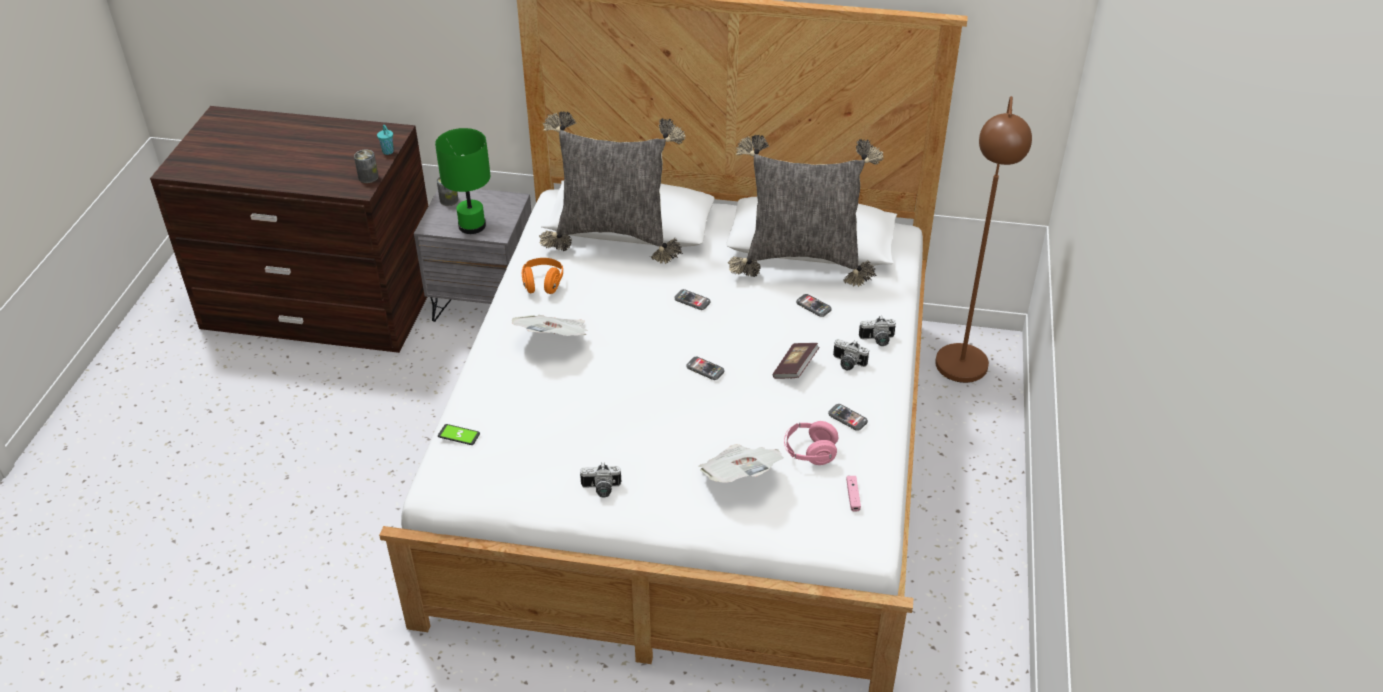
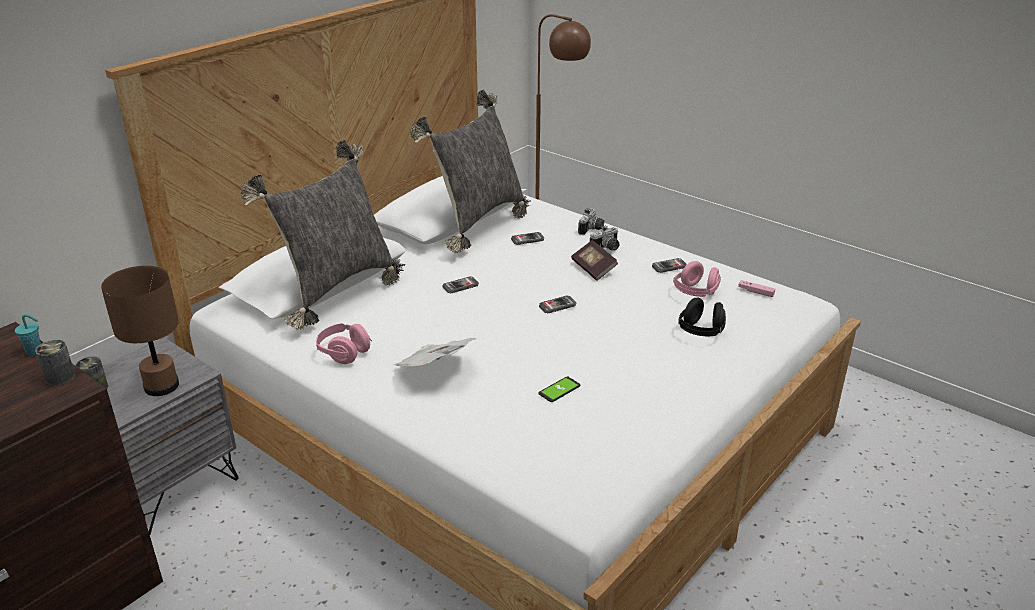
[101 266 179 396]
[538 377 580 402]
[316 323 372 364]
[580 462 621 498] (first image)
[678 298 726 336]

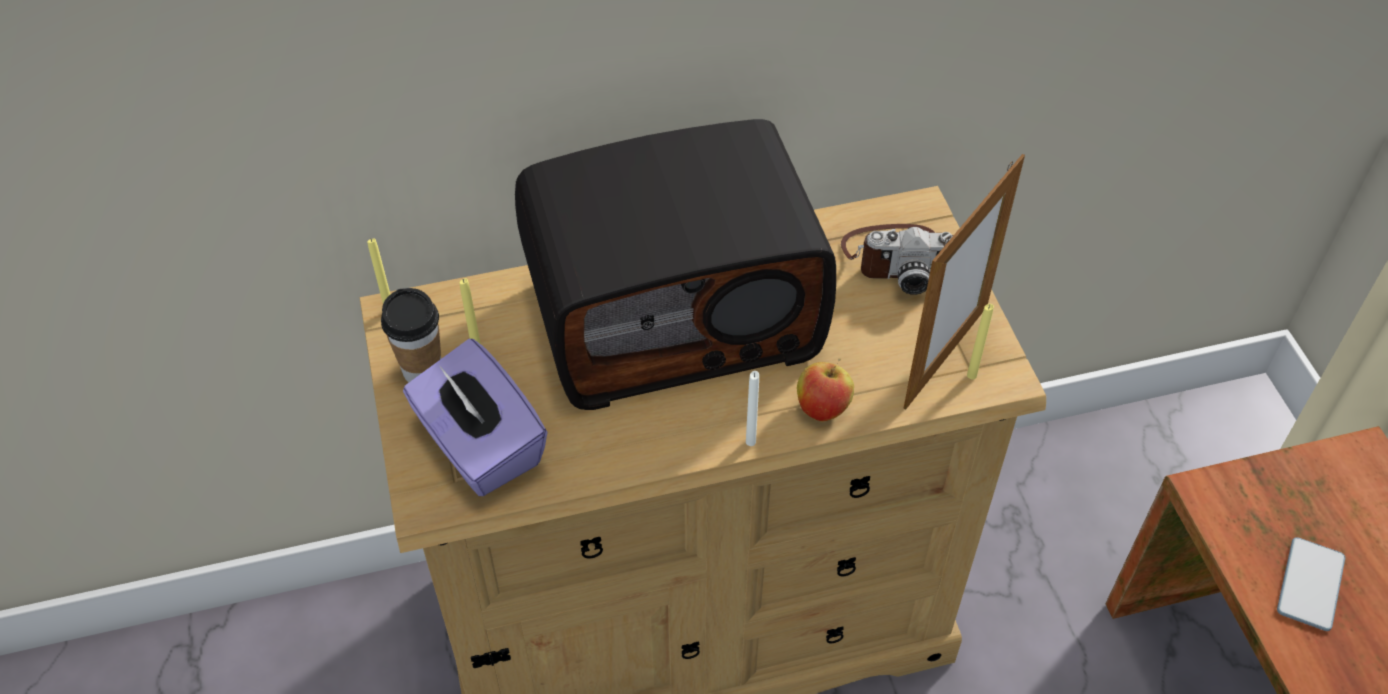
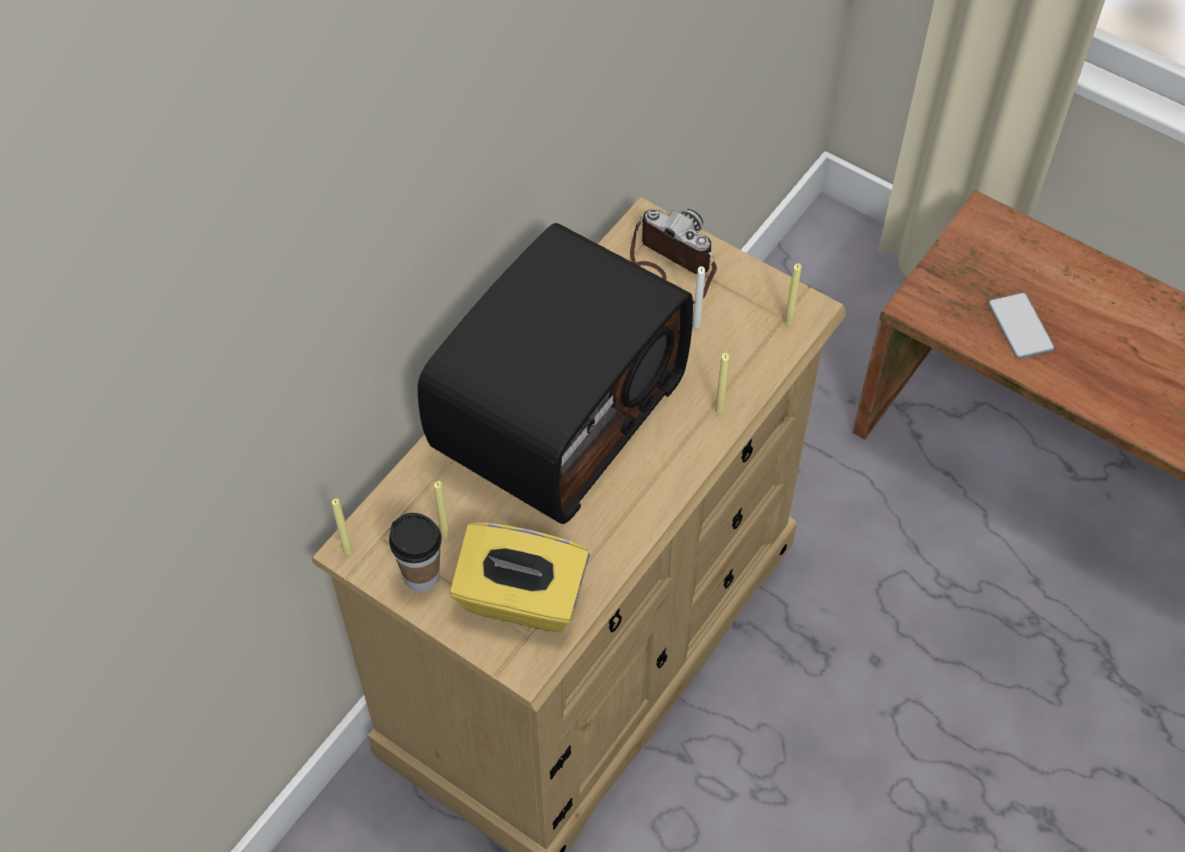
[450 523 590 632]
[693 266 705 329]
[715 353 729 413]
[630 209 717 304]
[903 154 1025 410] (first image)

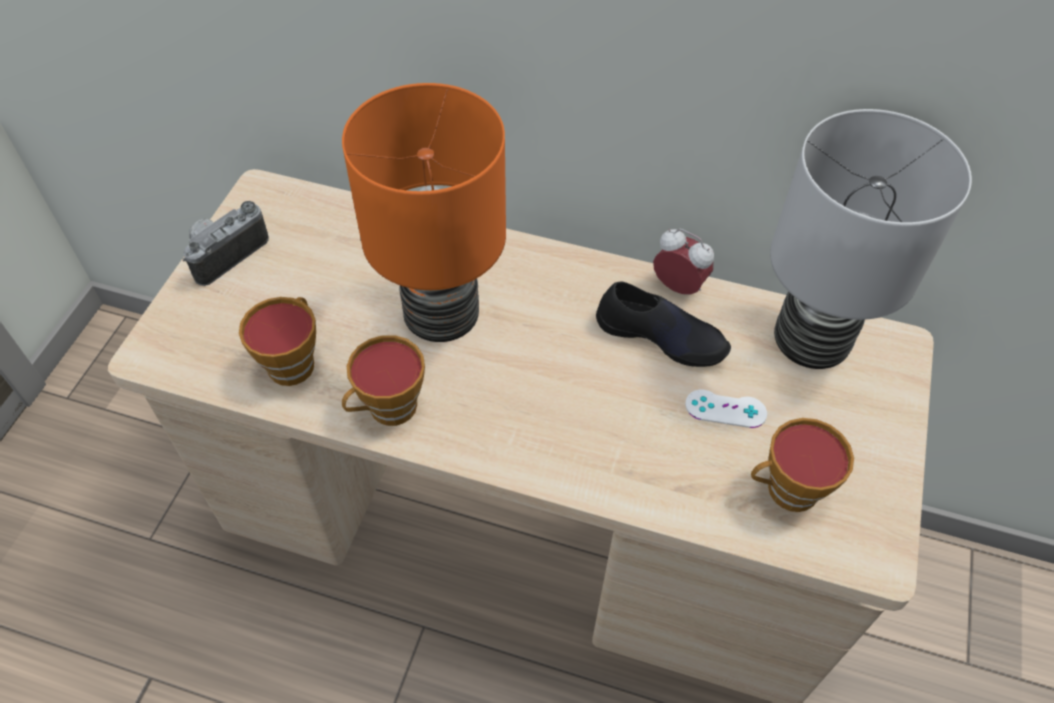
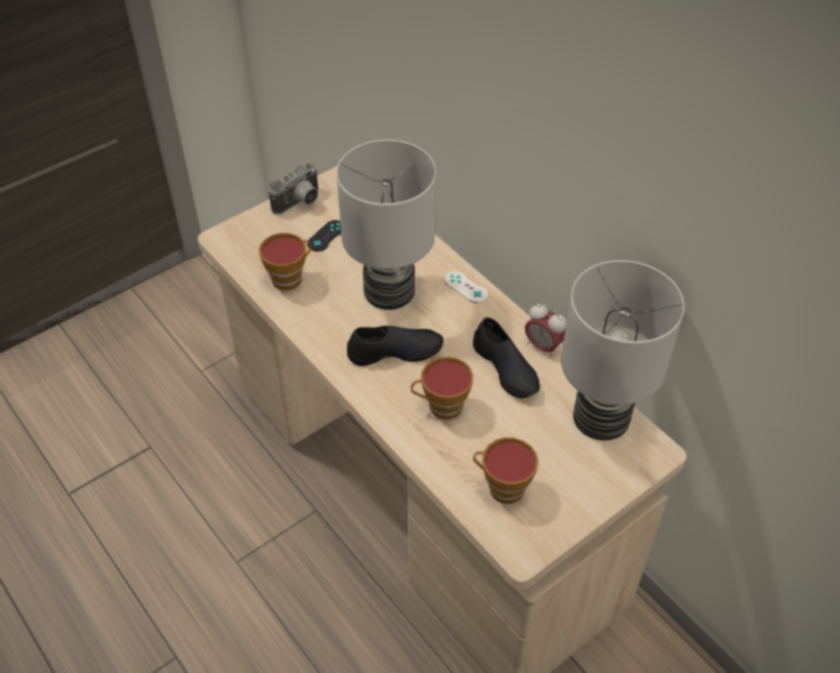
[268 163 319 214]
[336 140 436 310]
[411 357 473 420]
[525 304 567 358]
[445 271 488 303]
[307 220 341 251]
[347 326 443 366]

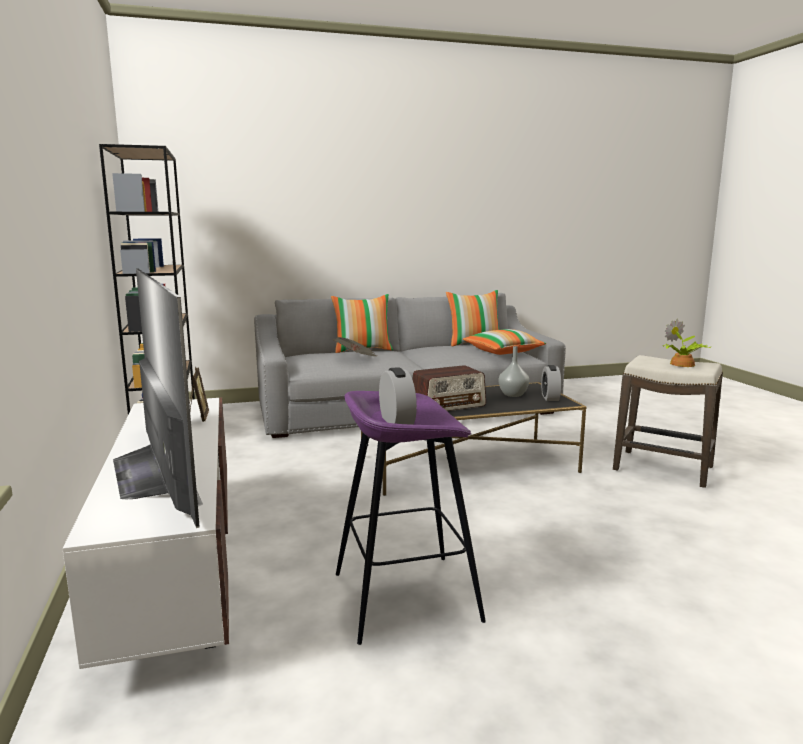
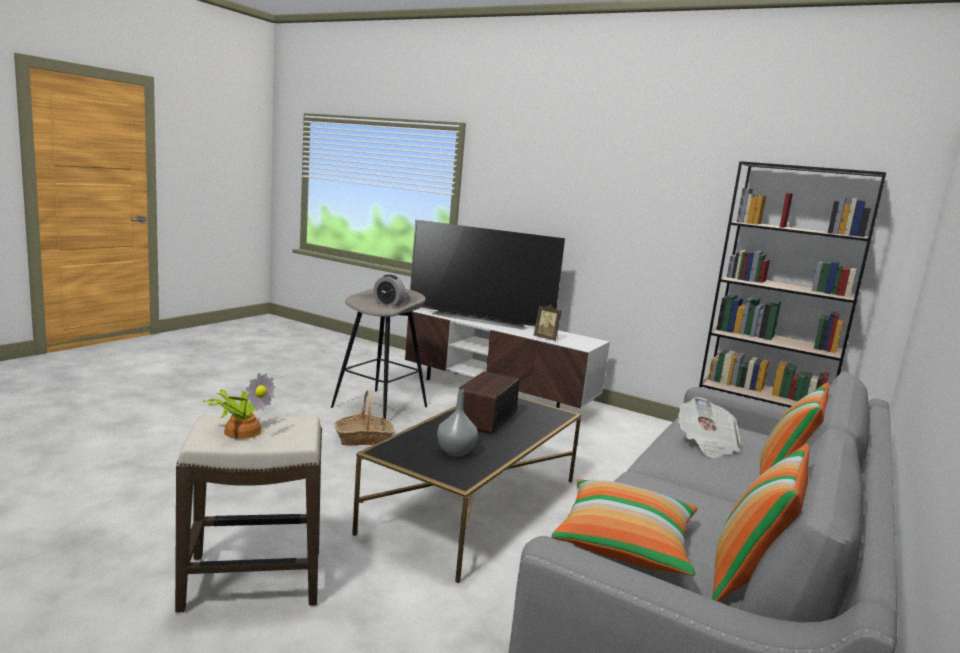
[331 288 427 419]
[541 365 561 401] (first image)
[334 390 395 446]

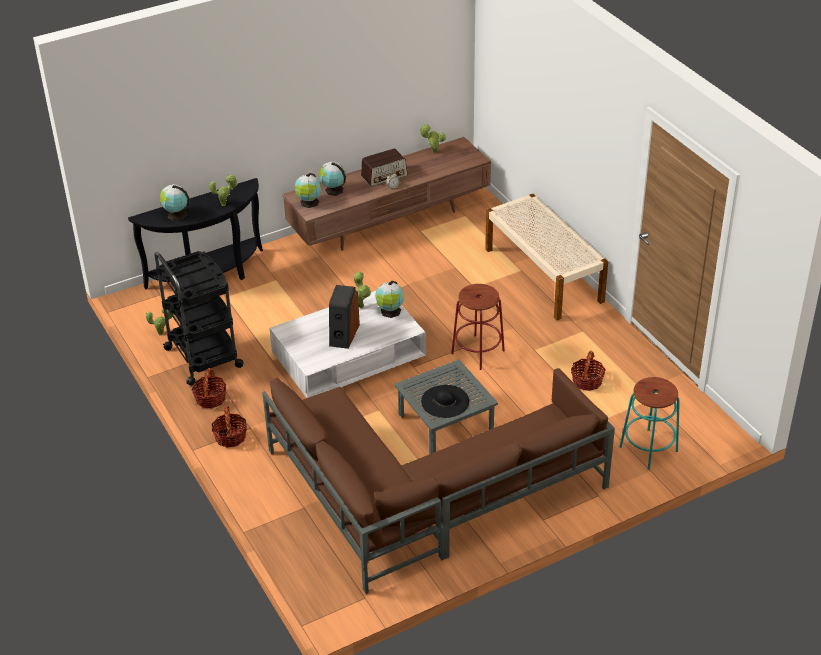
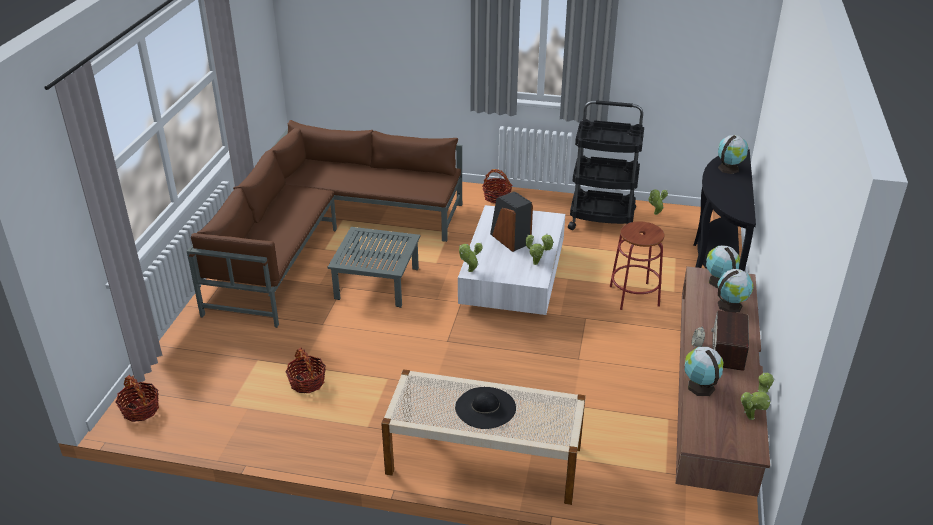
[116 375 159 422]
[459 243 483 272]
[684 347 723 396]
[455 387 516 429]
[610 222 665 310]
[620 377 680 470] (first image)

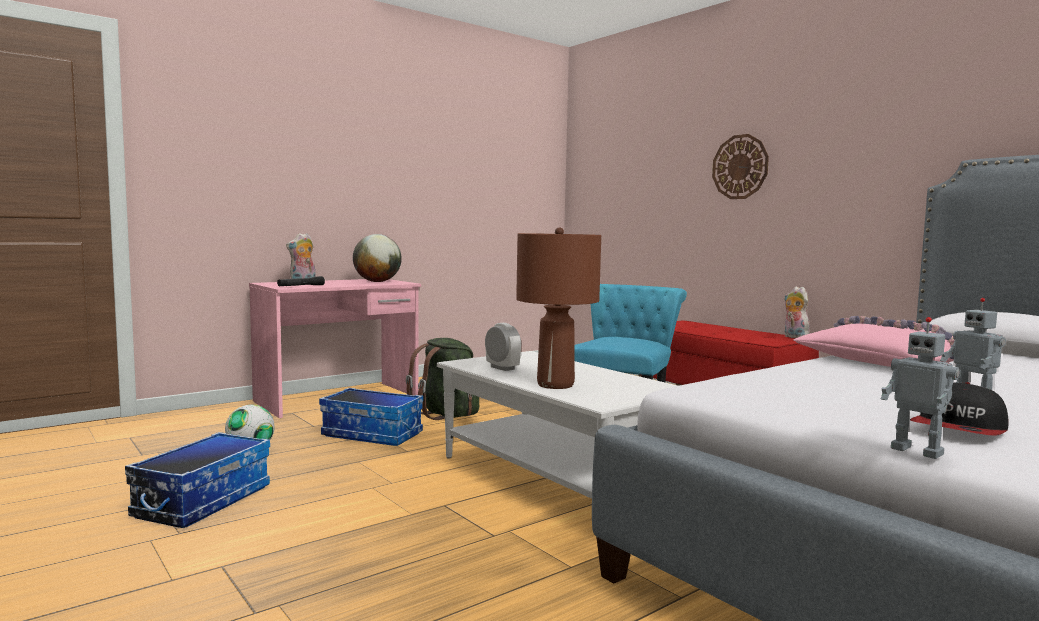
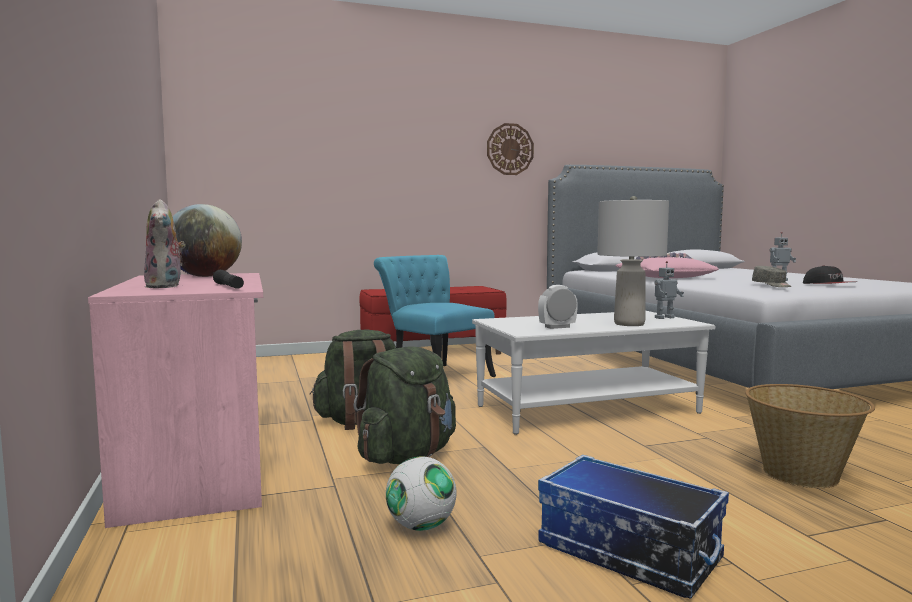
[354 346 456 464]
[597 196 669 326]
[487 123 534 175]
[784 286 810 338] (first image)
[654 261 684 319]
[745 384 875 488]
[752 266 791 287]

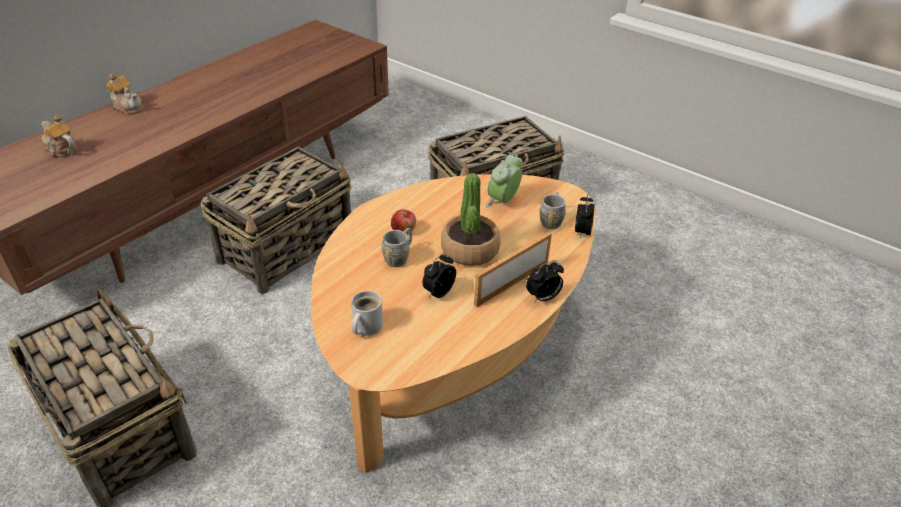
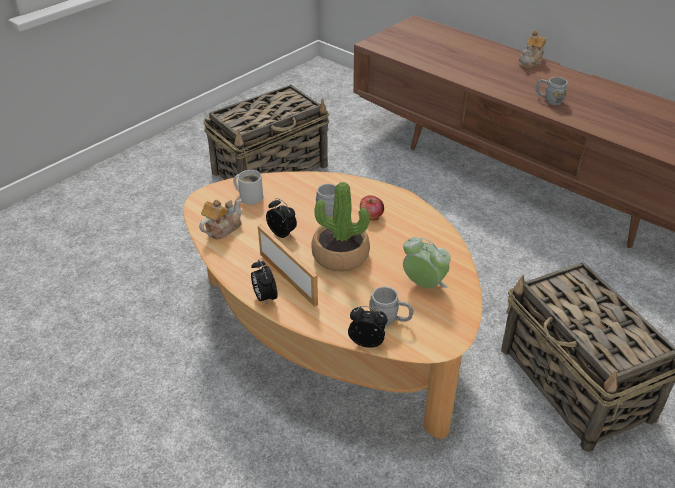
[199 198 242 239]
[200 146 352 294] (first image)
[536 77 568 105]

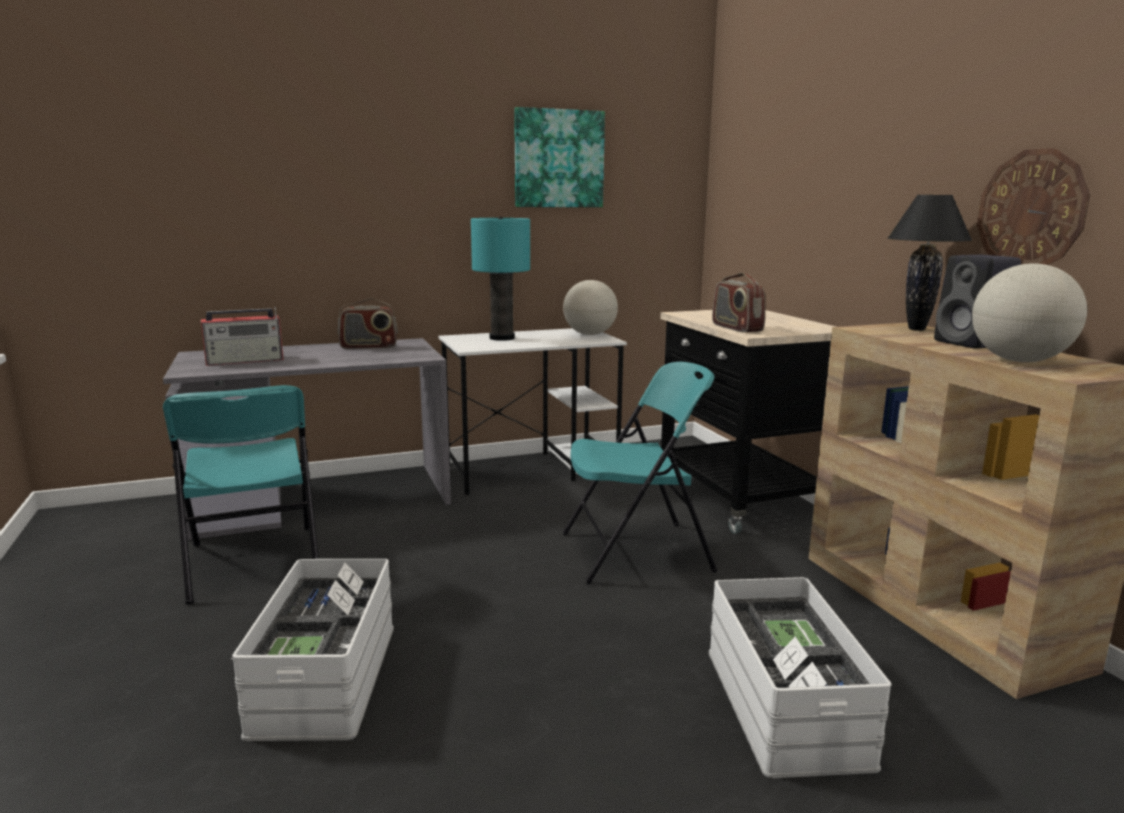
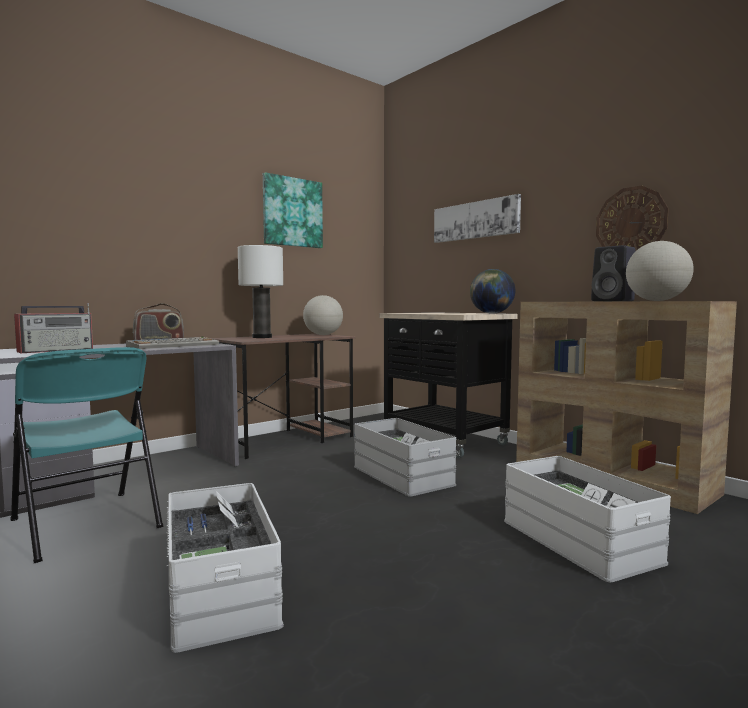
[210 334 355 459]
[238 245 283 338]
[354 418 457 497]
[712 273 765 332] (first image)
[887 195 972 331] (first image)
[126 337 219 349]
[434 194 521 243]
[470 269 515 314]

